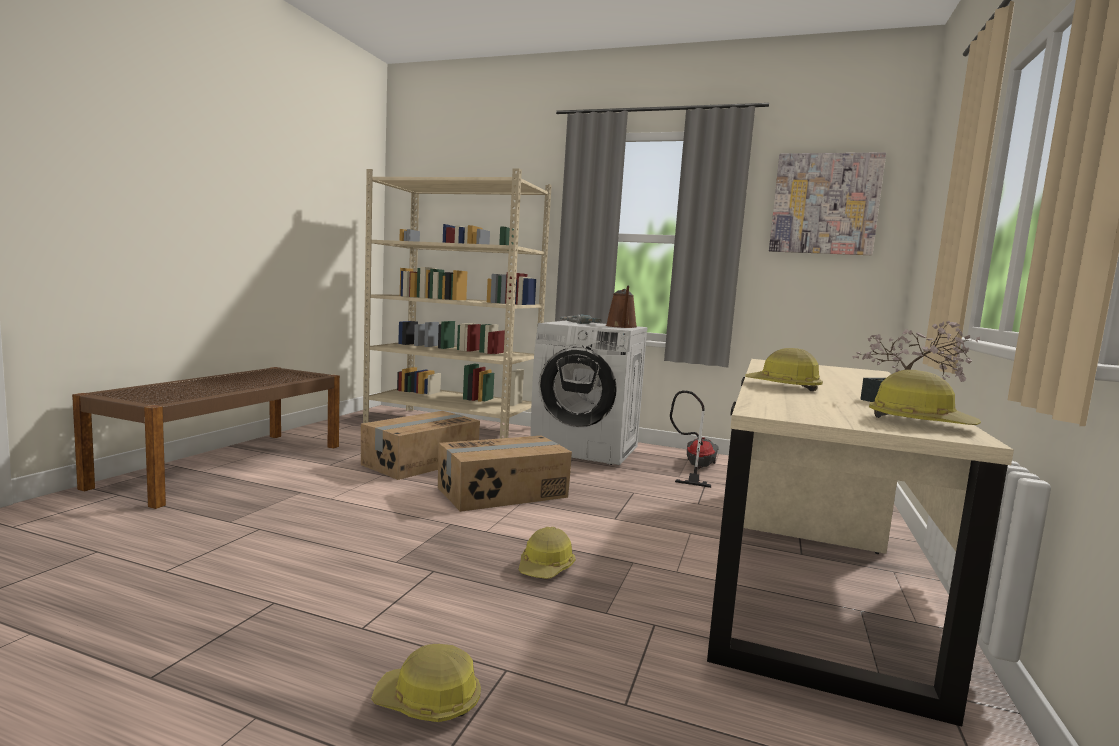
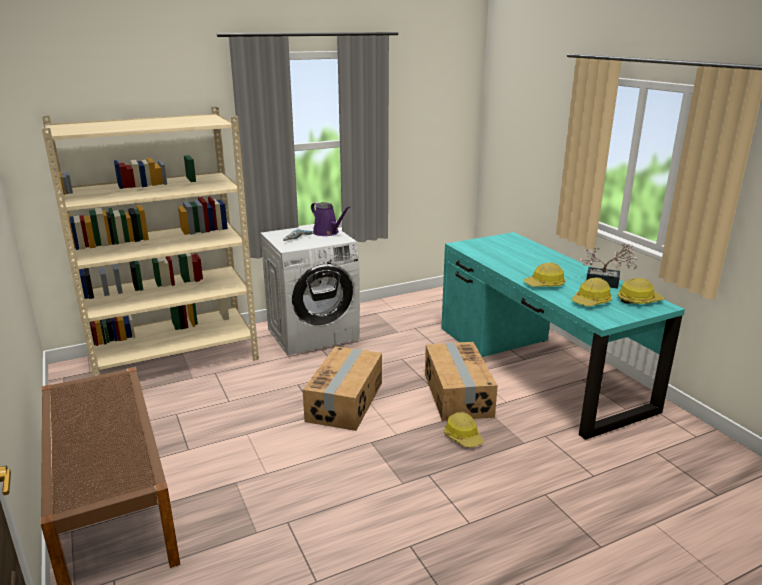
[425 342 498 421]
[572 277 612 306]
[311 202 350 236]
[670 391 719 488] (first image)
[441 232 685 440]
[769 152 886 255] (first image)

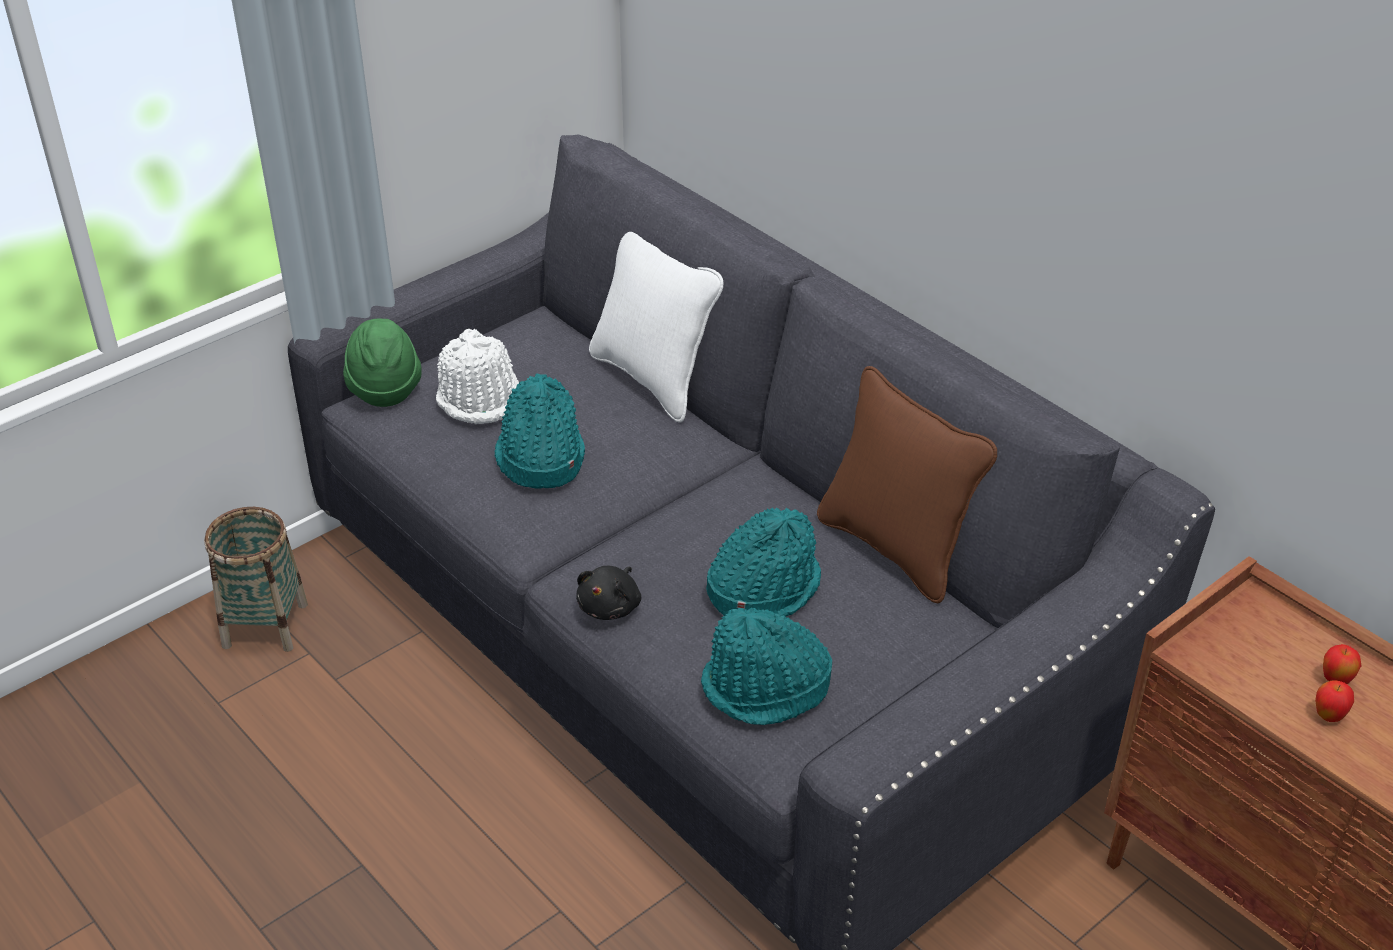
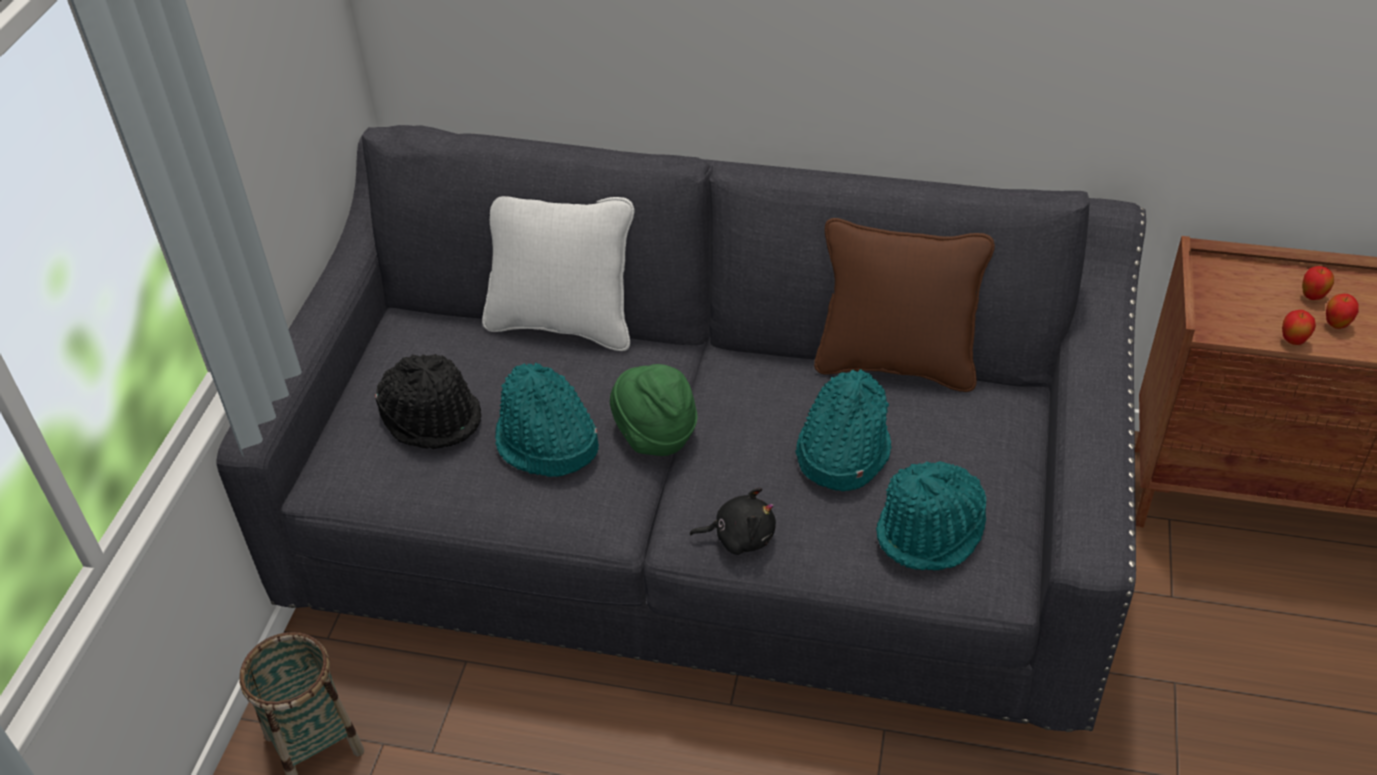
[610 364 697 456]
[375 354 481 449]
[690 487 776 555]
[1282 310 1316 345]

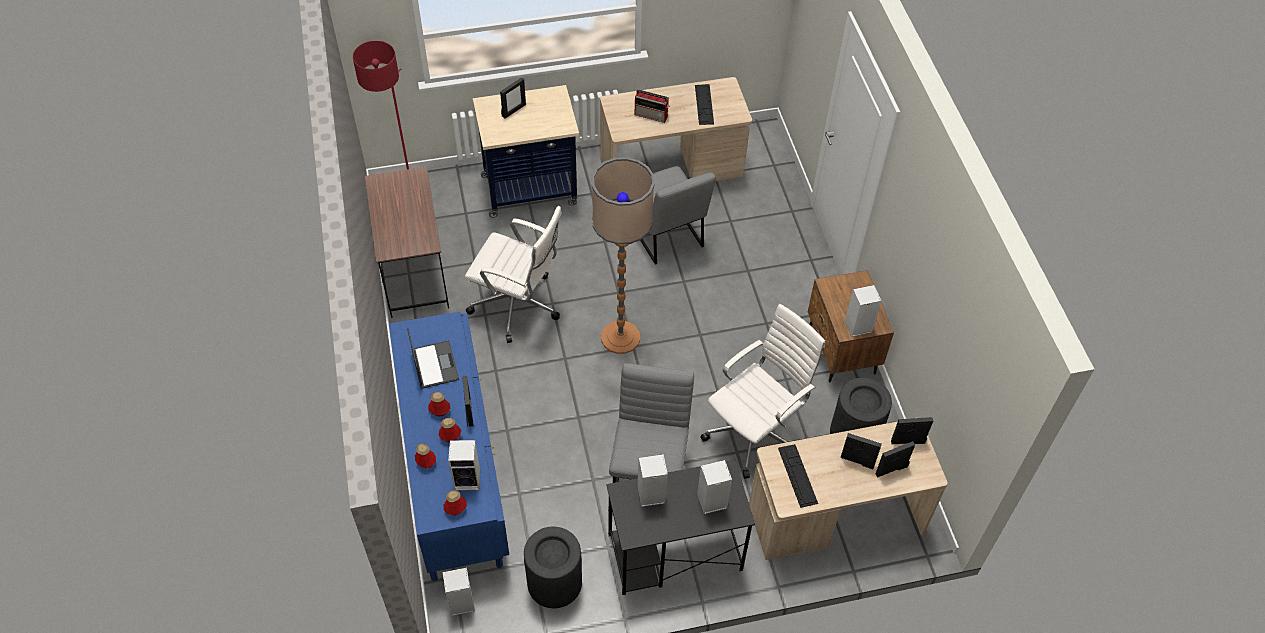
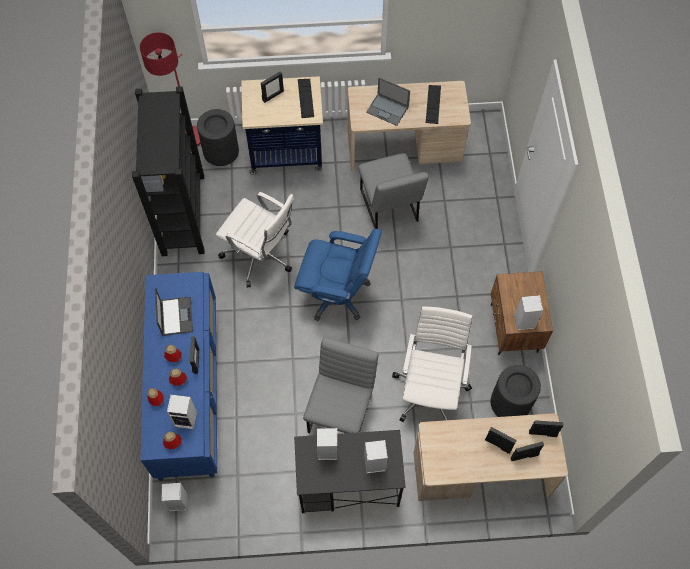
[132 86 204 256]
[197 109 239 166]
[294 229 382 321]
[366 77 410 126]
[392 306 472 422]
[298 79 314 118]

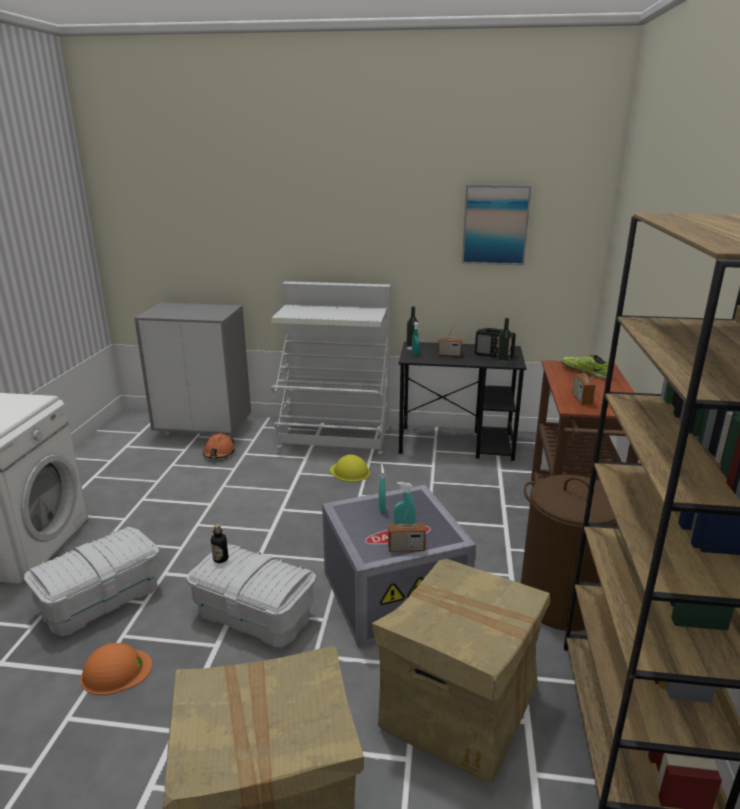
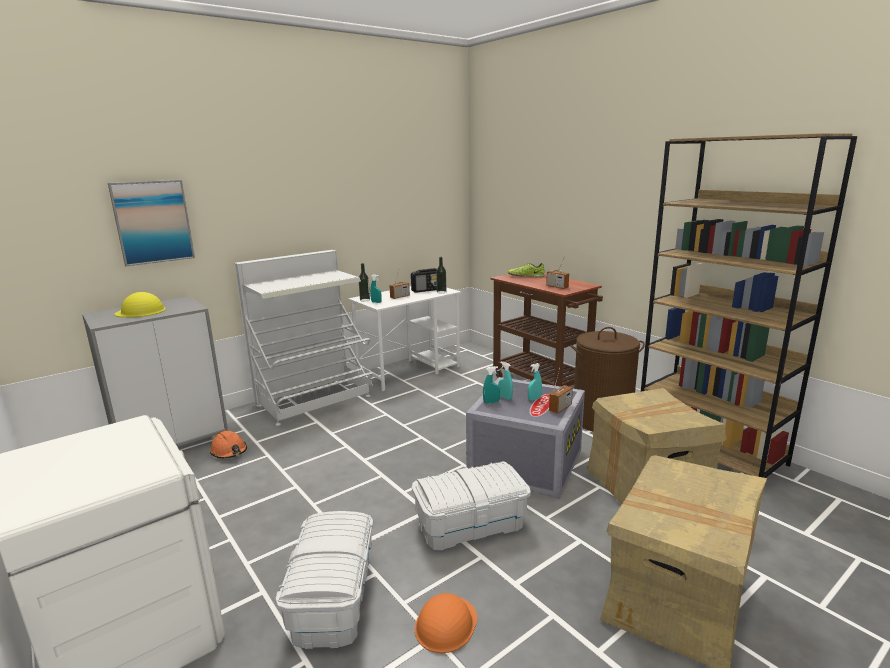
[211 524 228 563] (first image)
[114 292 166 317]
[348 286 461 391]
[108 180 195 266]
[483 366 500 403]

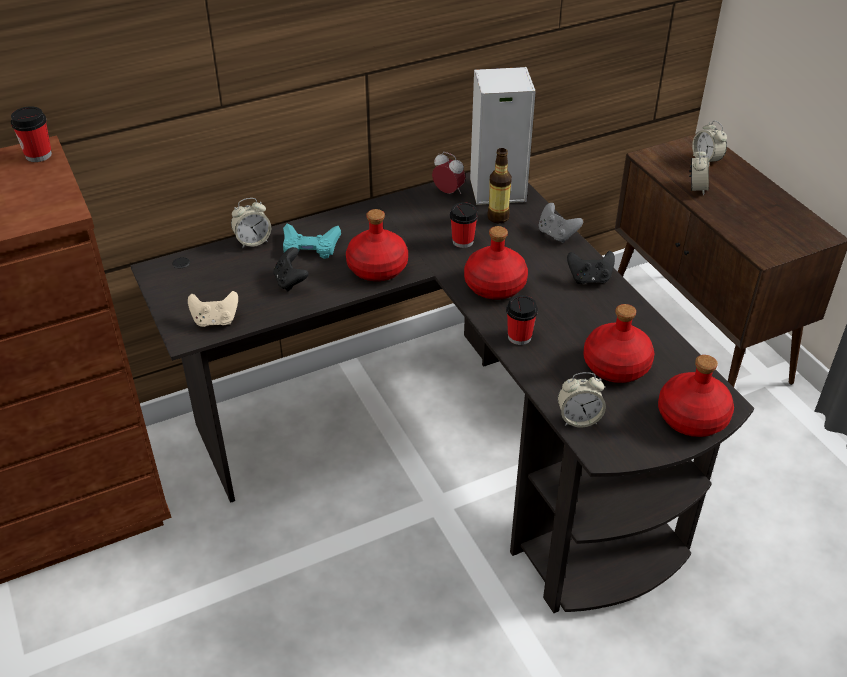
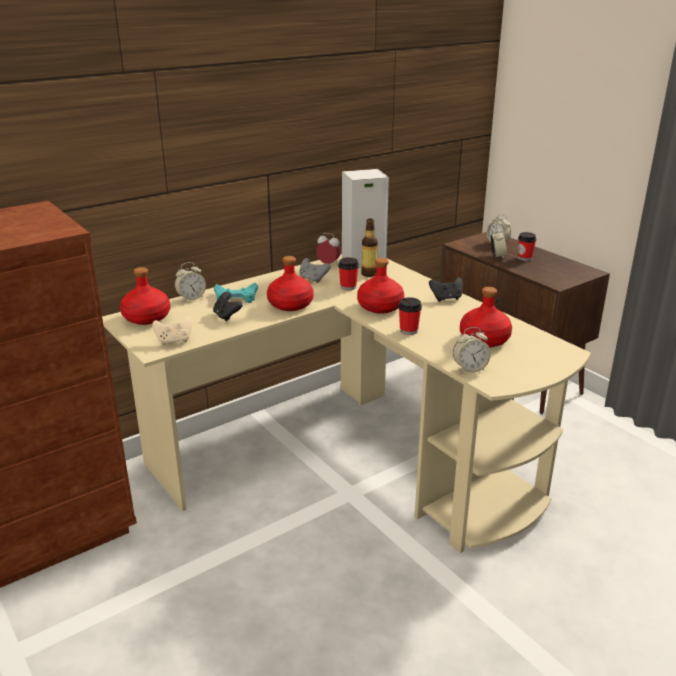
[518 232 536 261]
[102 254 591 553]
[299 258 331 283]
[120 267 170 325]

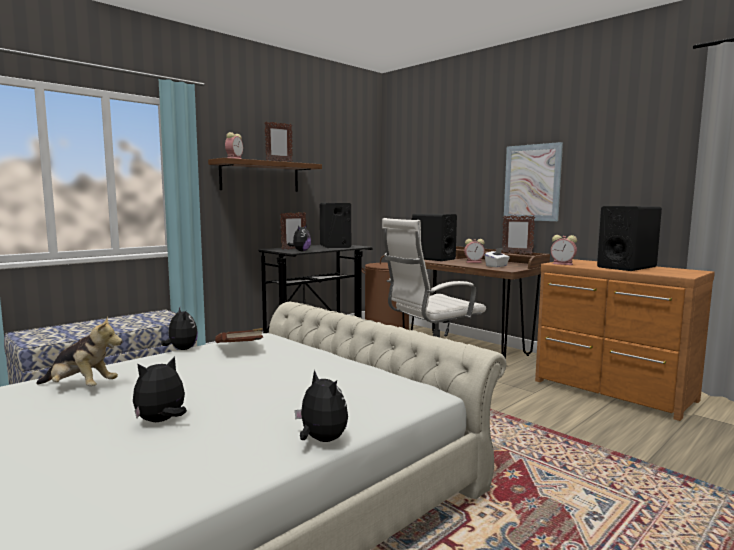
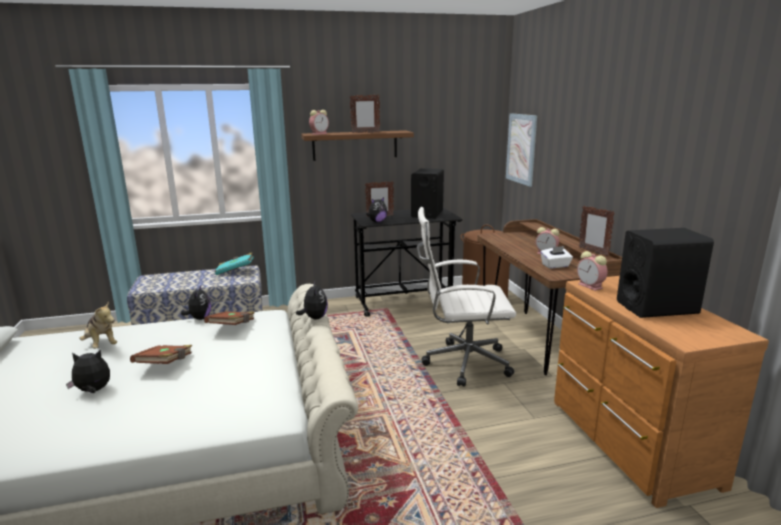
[296 281 328 319]
[412 214 457 261] (first image)
[506 113 537 187]
[130 345 192 364]
[215 253 254 275]

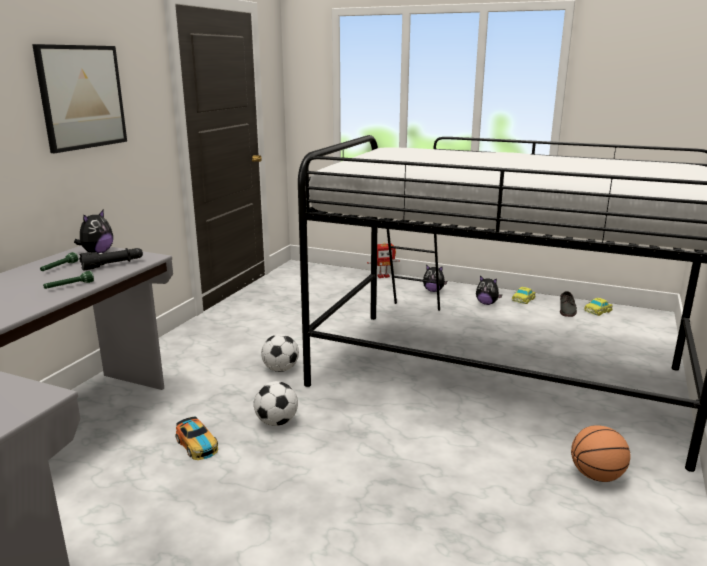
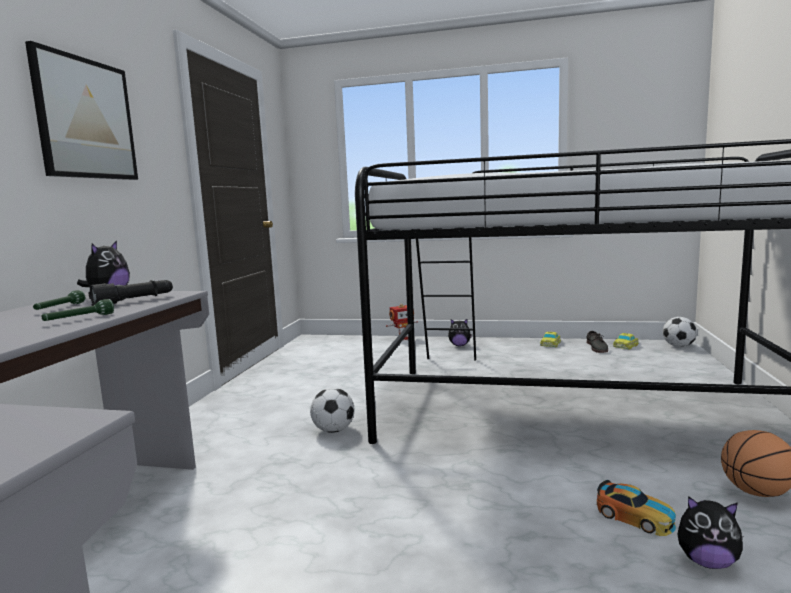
[596 480 676 536]
[663 317 697 347]
[677 496 743 569]

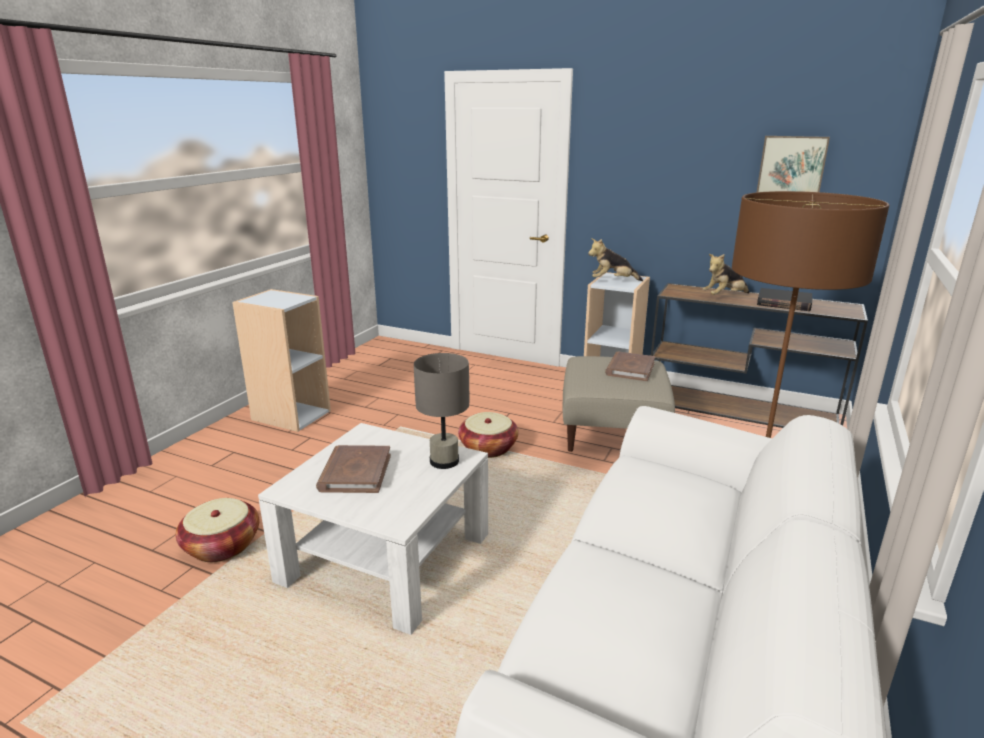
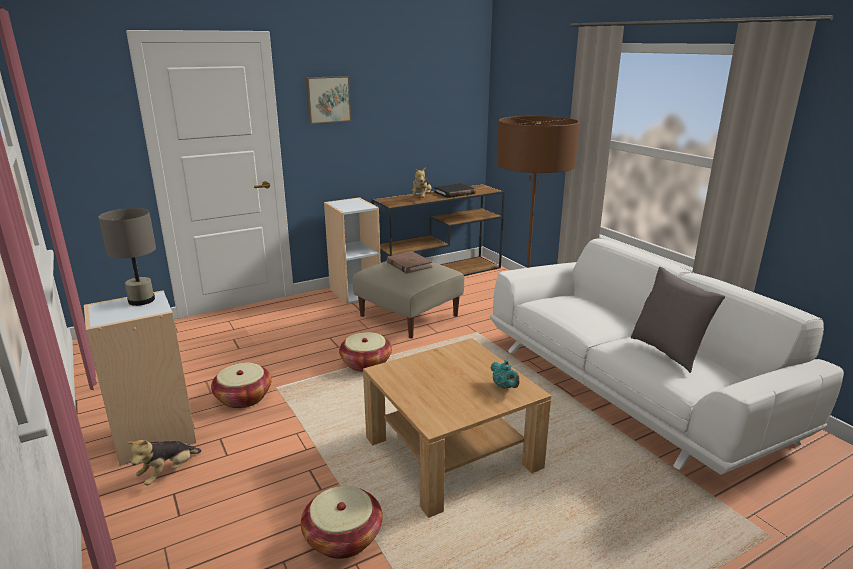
[363 338 551 518]
[316 445 391 493] (first image)
[99 208 156 306]
[127 440 202 485]
[306 76 351 124]
[211 363 272 408]
[491 360 520 389]
[631 267 725 373]

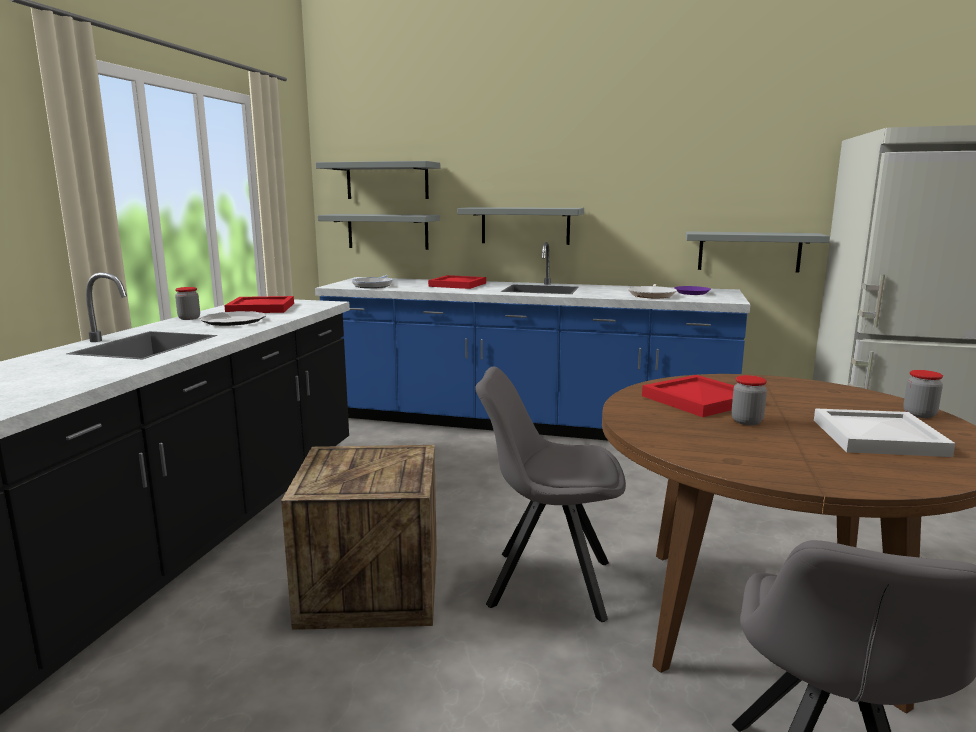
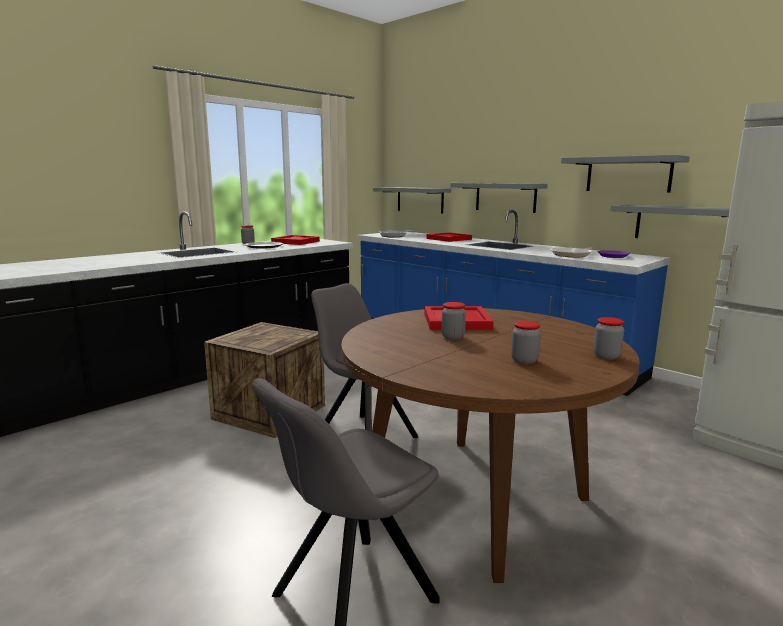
[561 155 690 193]
[511 321 541 364]

